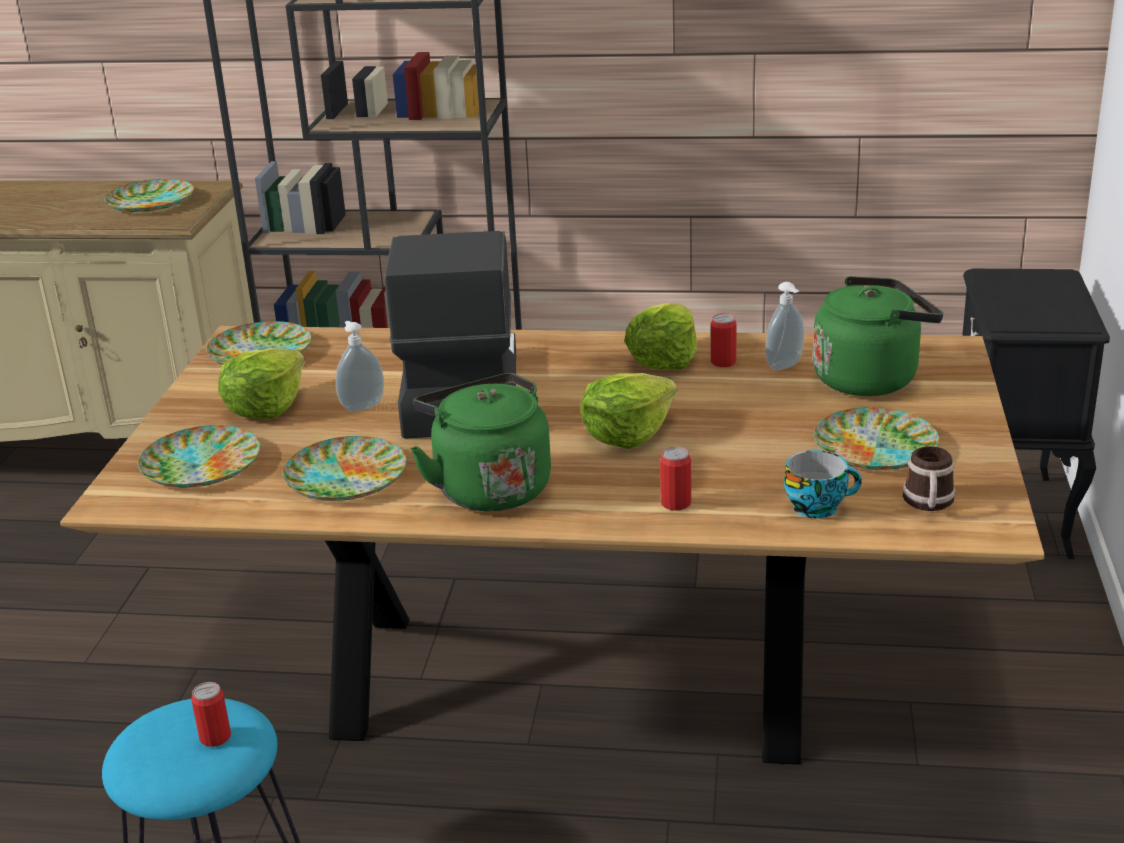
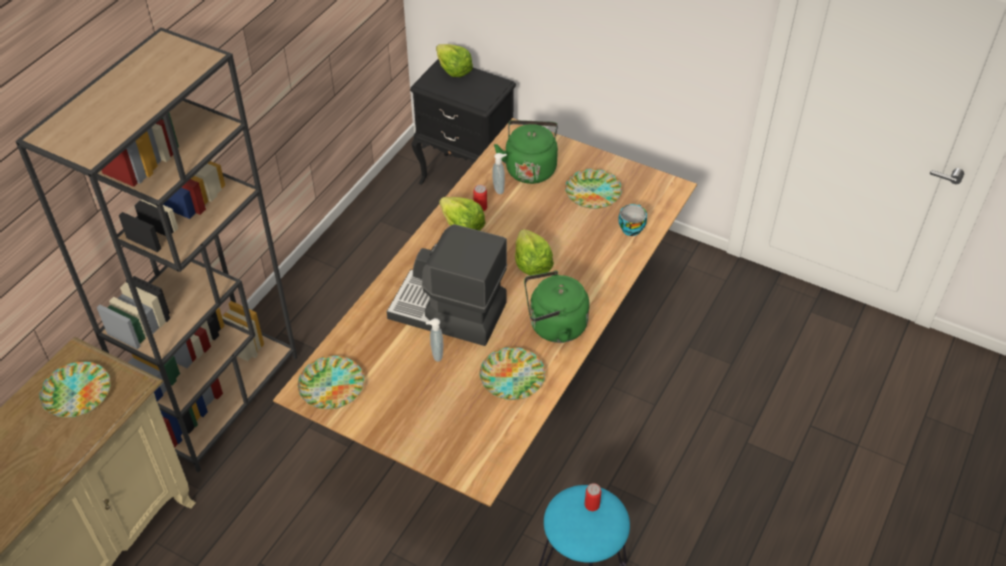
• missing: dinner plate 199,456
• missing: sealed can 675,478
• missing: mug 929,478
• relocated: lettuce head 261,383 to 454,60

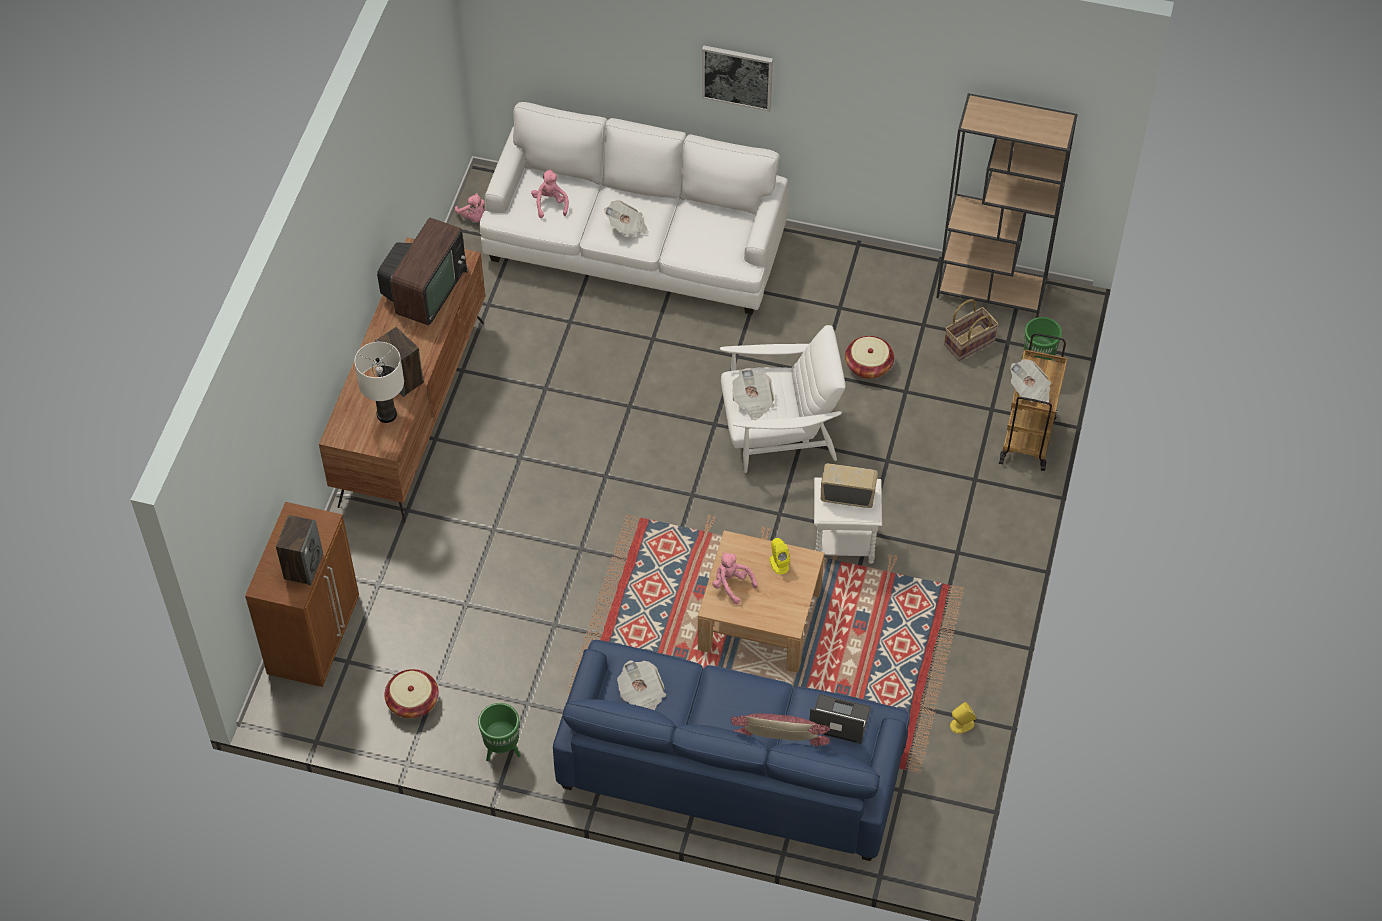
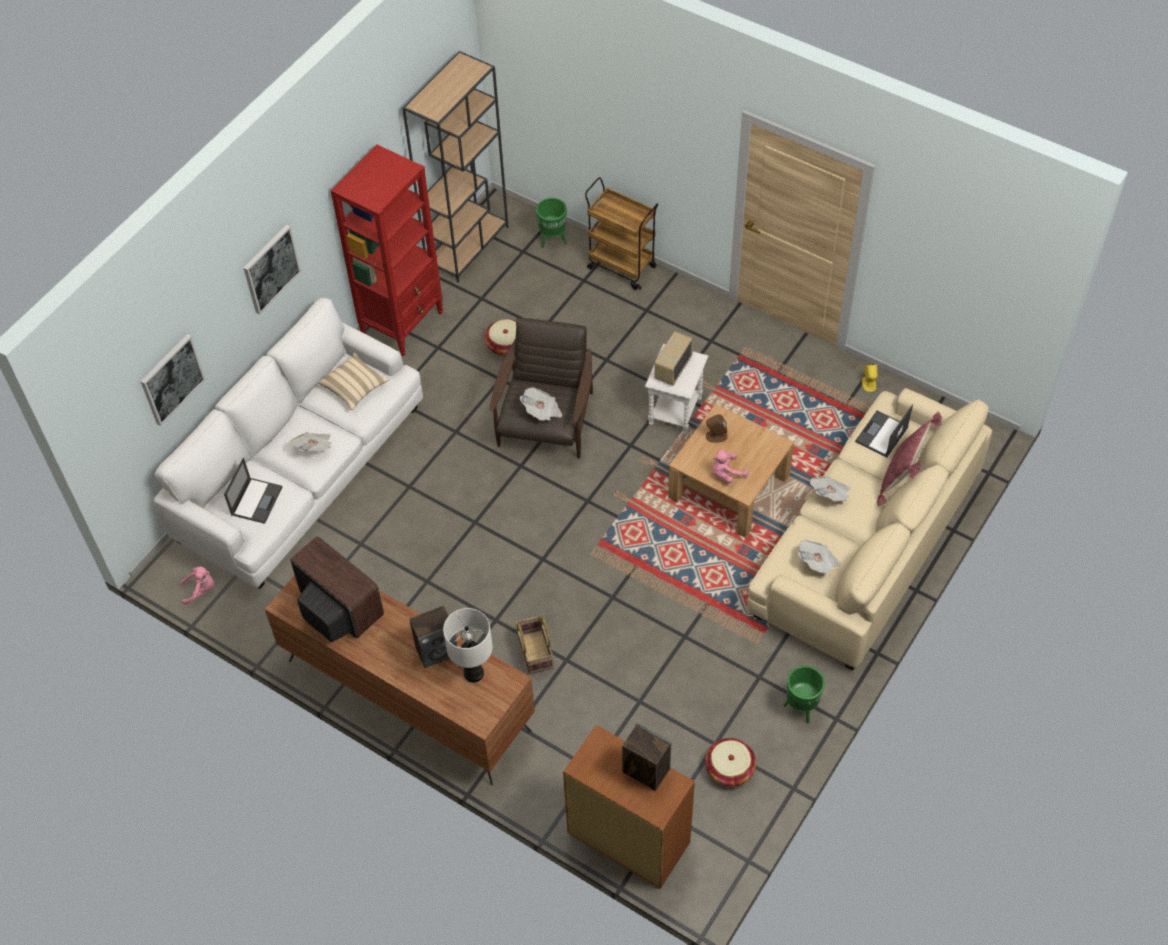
• appeared: picture 173,380
• appeared: beige throw pillow 354,381
• appeared: red bookshelf 387,250
• relocated: household basket 971,330 to 534,645
• relocated: newspaper 1031,382 to 830,488
• exchanged: pink-coloured plush toy 550,193 to notebook computer 253,491
• colour: bluish couch 731,750 to beige couch 869,529
• colour: white-coloured armchair 782,399 to brown armchair 541,388
• colour: yellow-coloured audio speaker 779,556 to brown audio speaker 717,428

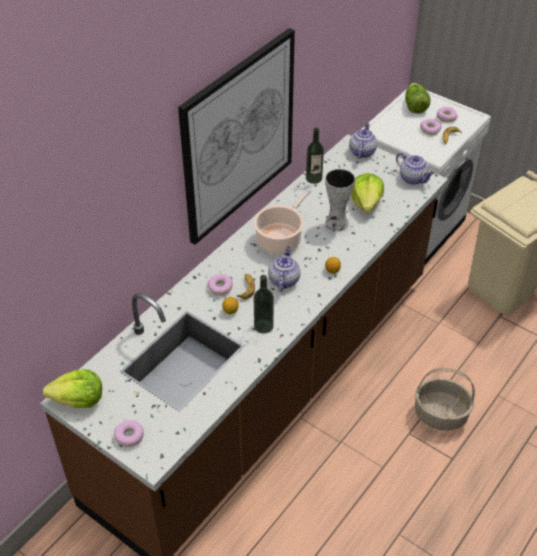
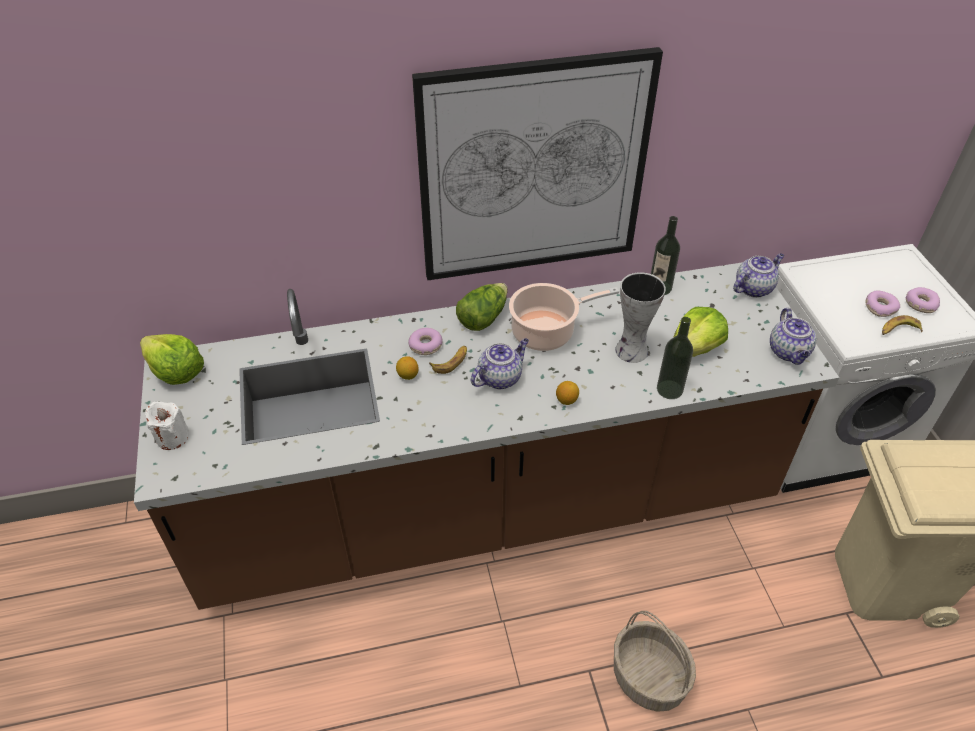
• relocated: bottle 264,304 to 675,358
• relocated: lettuce head 417,98 to 482,307
• exchanged: doughnut 129,433 to white-coloured wax light 167,425

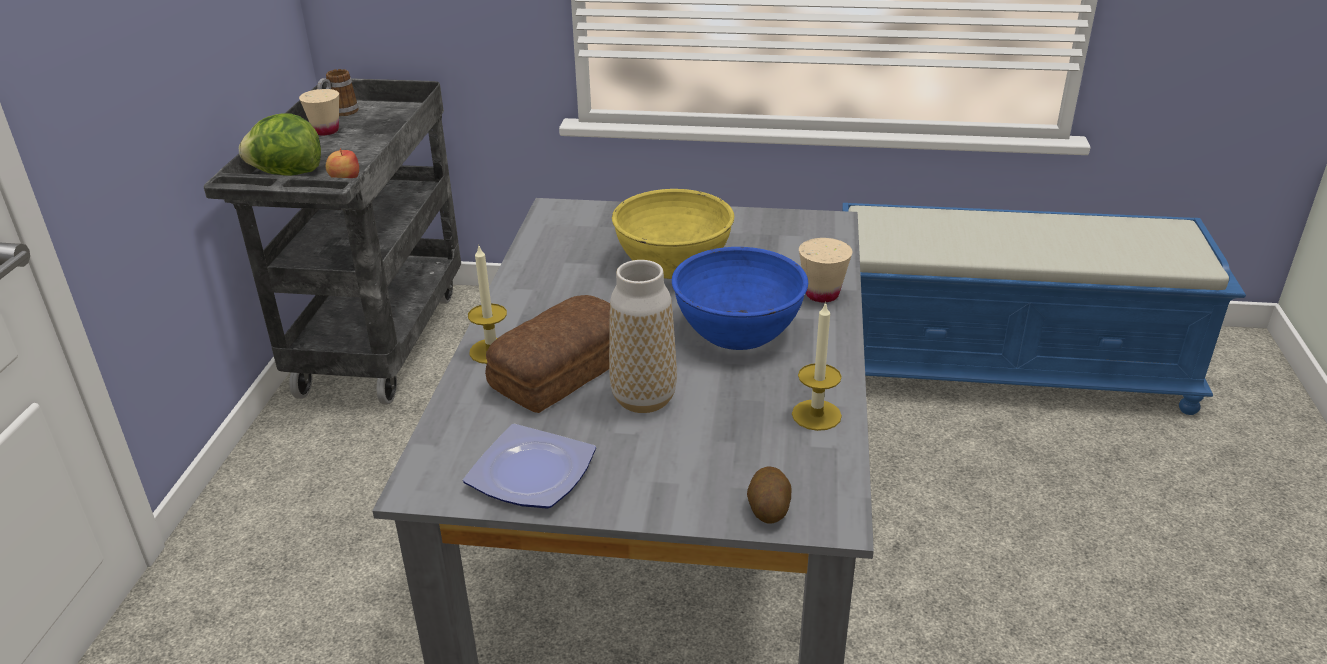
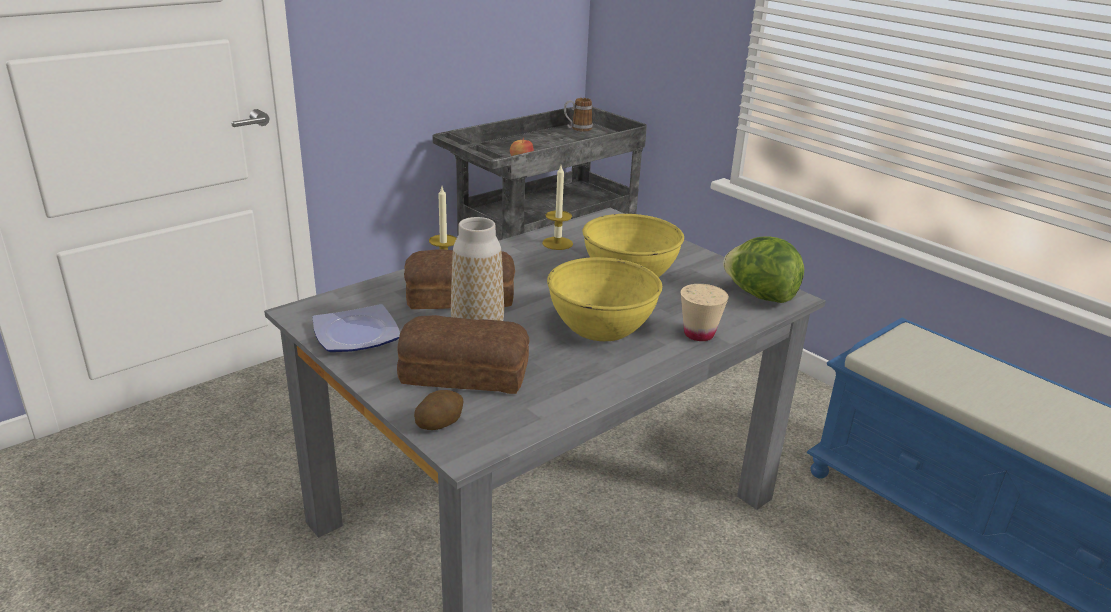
• missing: beige cup 319,112
• appeared: bread 463,354
• relocated: lettuce head 280,144 to 763,269
• relocated: wax light 817,366 to 557,207
• colour: bluish bowl 740,298 to yellow-coloured bowl 604,299

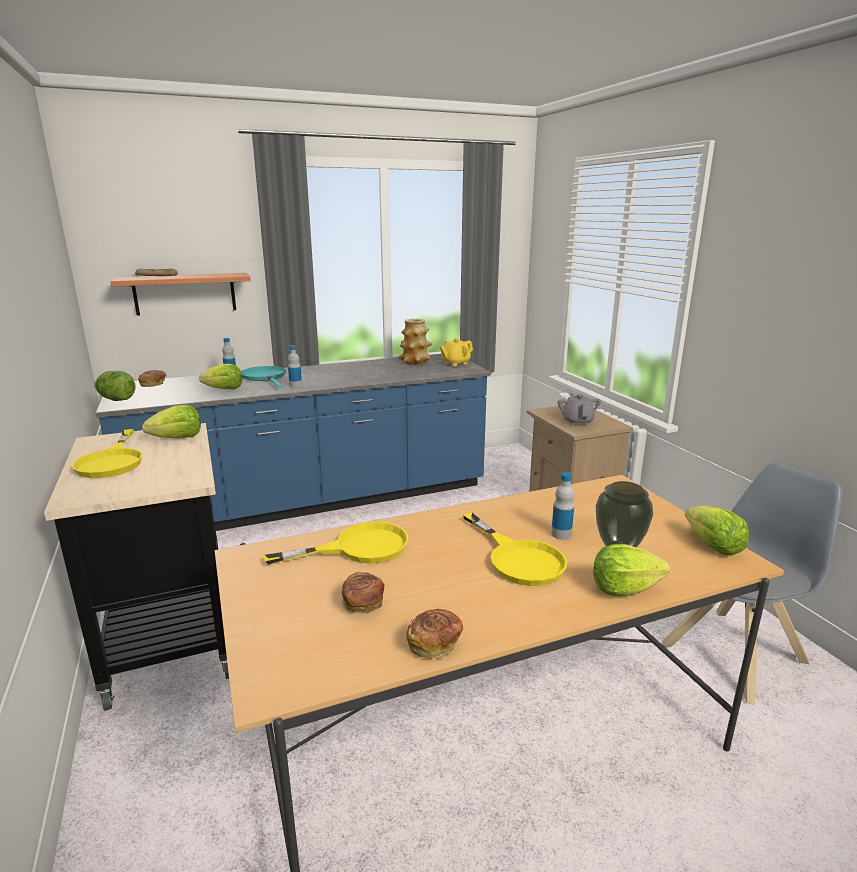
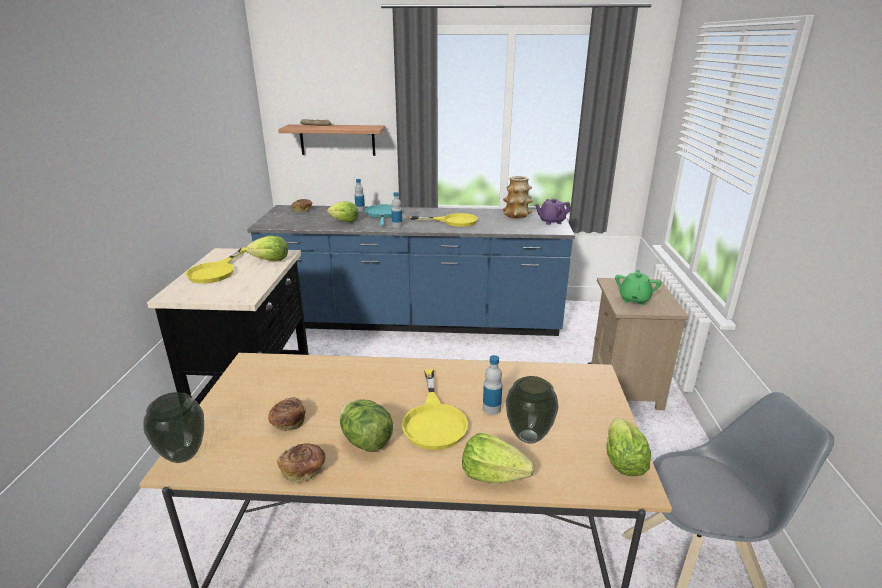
• appeared: decorative vase 174,427
• relocated: lettuce head 114,386 to 366,425
• relocated: yellow-coloured skillet 336,543 to 444,220
• colour: yellow-coloured tea pot 456,352 to purple-coloured tea pot 553,212
• colour: greyish tea pot 579,410 to green-coloured tea pot 638,287

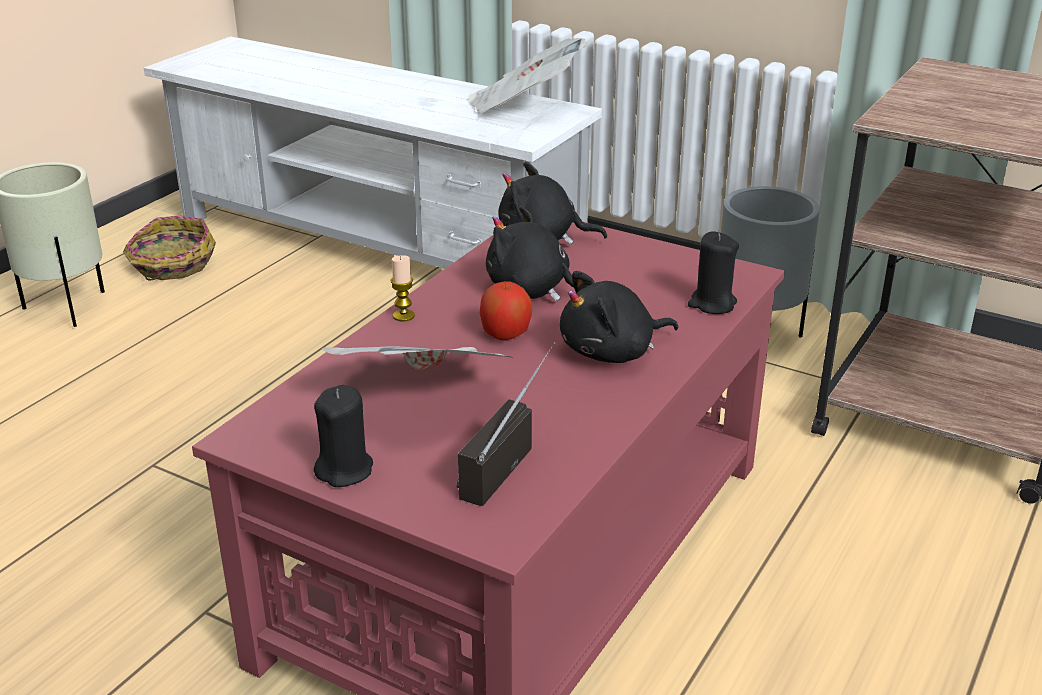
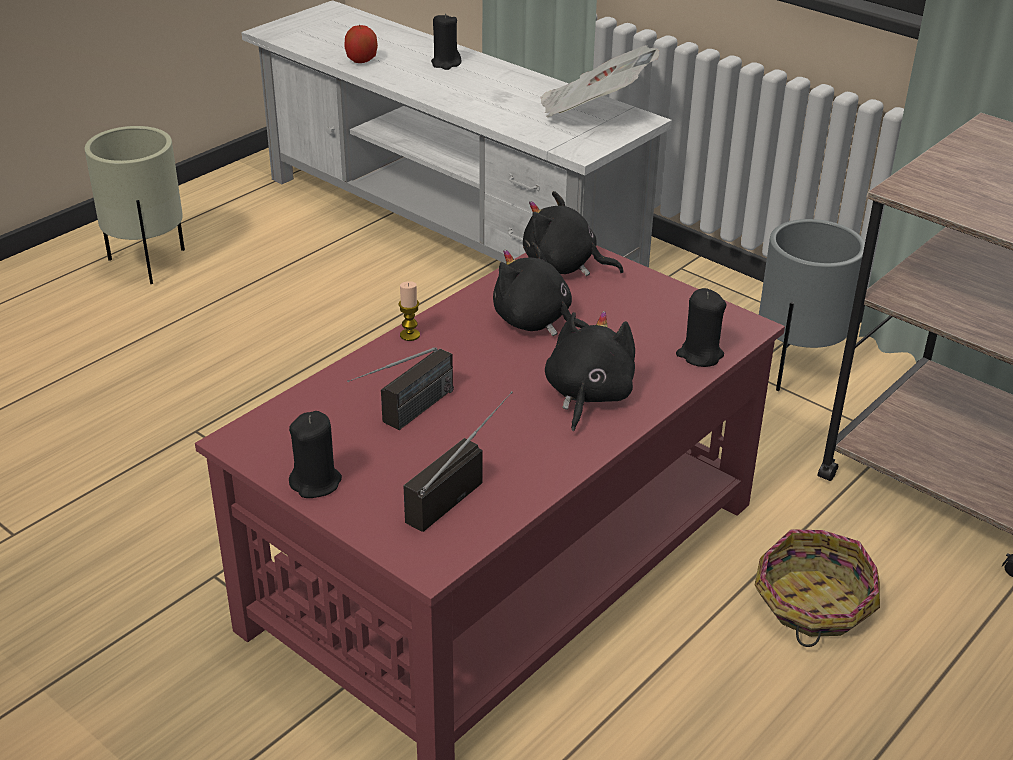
• appeared: black-coloured wax light 446,41
• relocated: household basket 169,248 to 817,588
• relocated: apple fruit 506,310 to 361,44
• exchanged: newspaper 418,359 to radio set 400,388
• spun: black-coloured plush toy 619,317 = 590,371 120 degrees clockwise

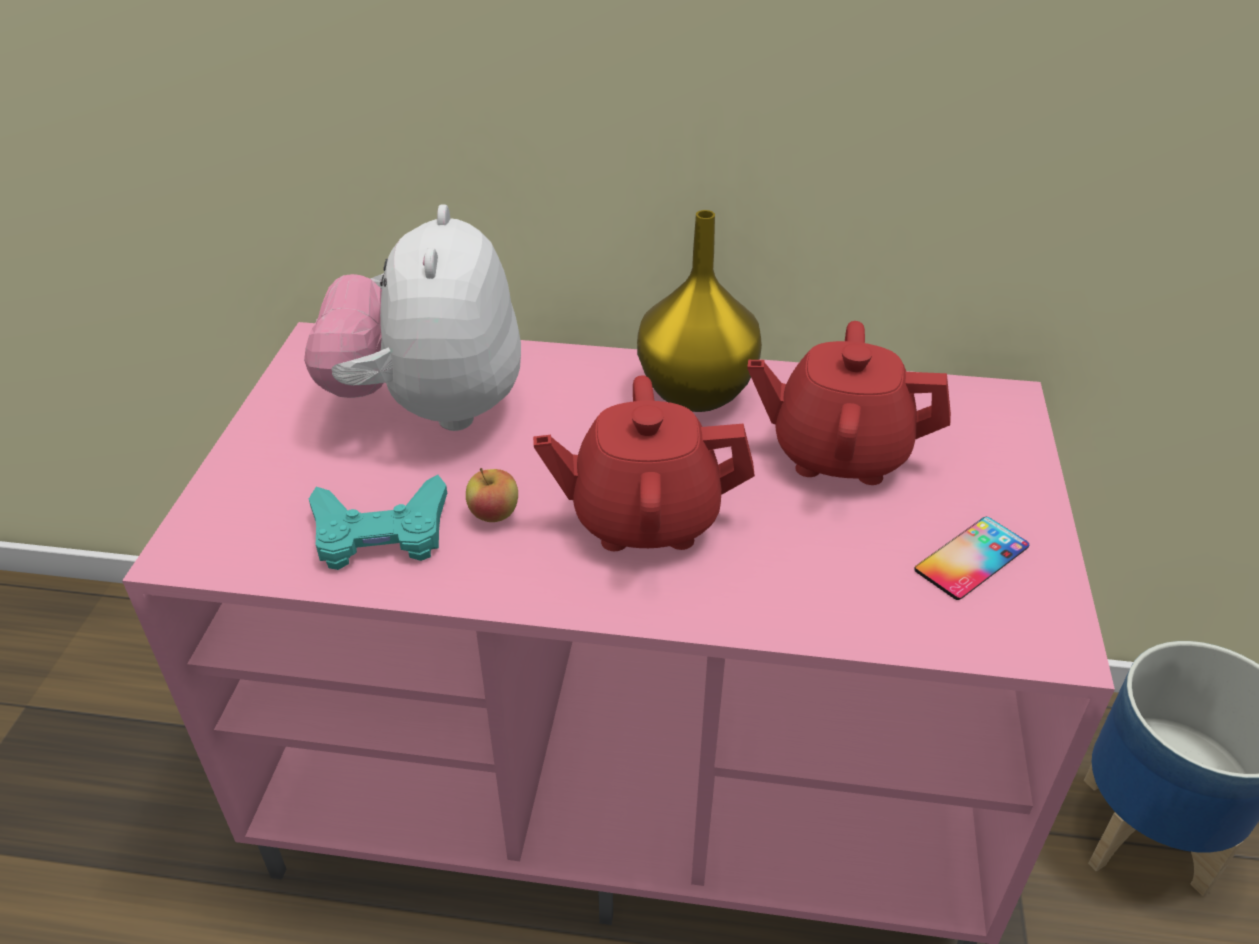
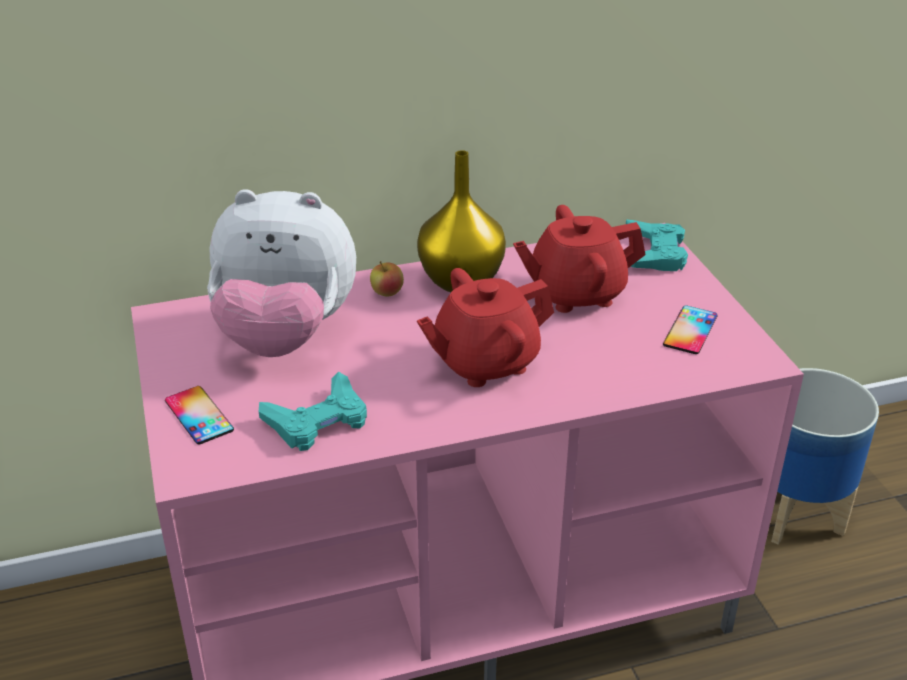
• appeared: telephone 199,415
• appeared: turquoise gamepad 657,245
• relocated: apple fruit 492,495 to 387,279
• spun: plush toy 412,317 = 281,273 60 degrees counterclockwise

